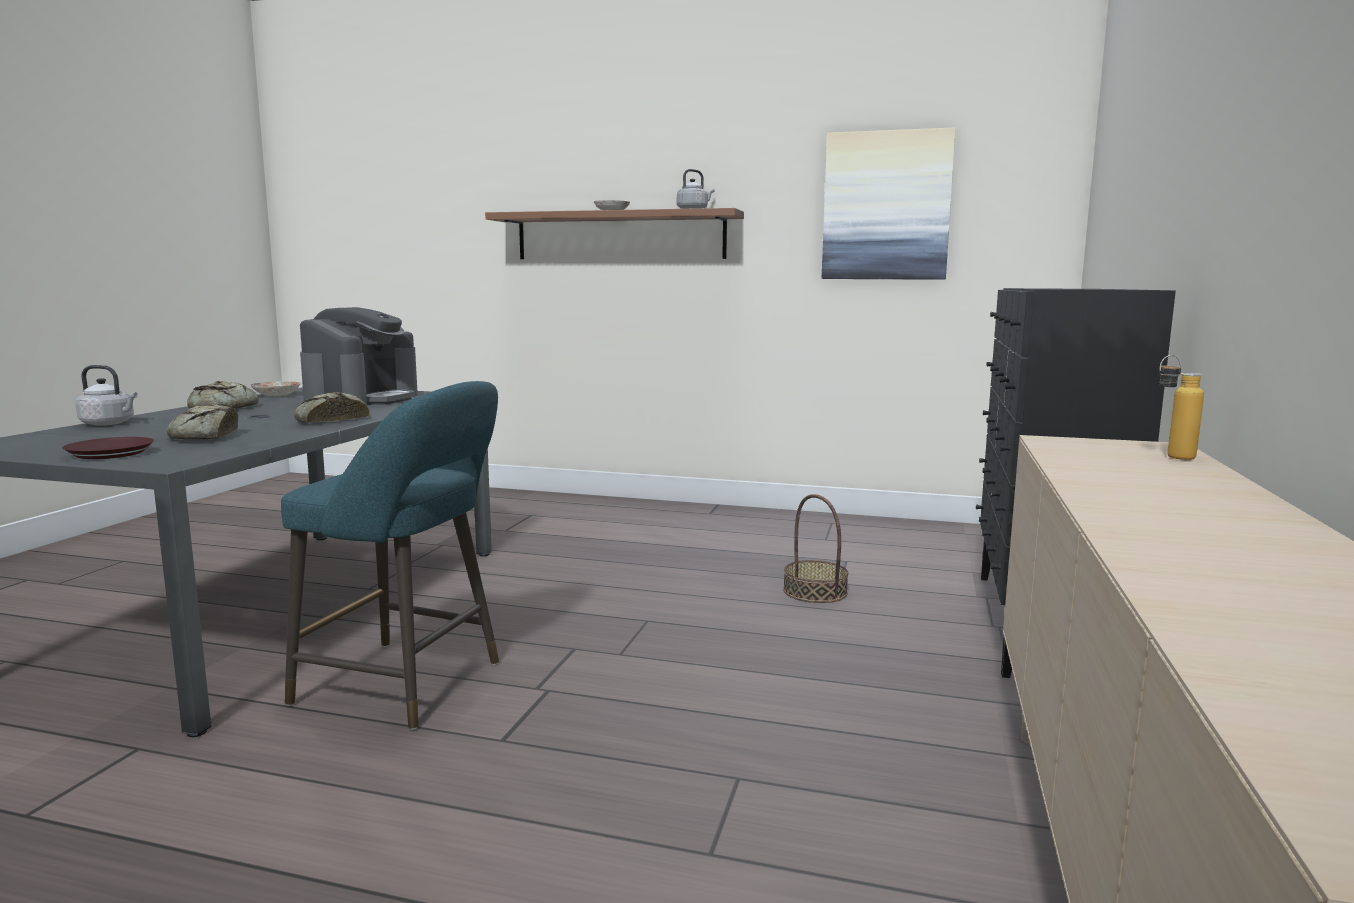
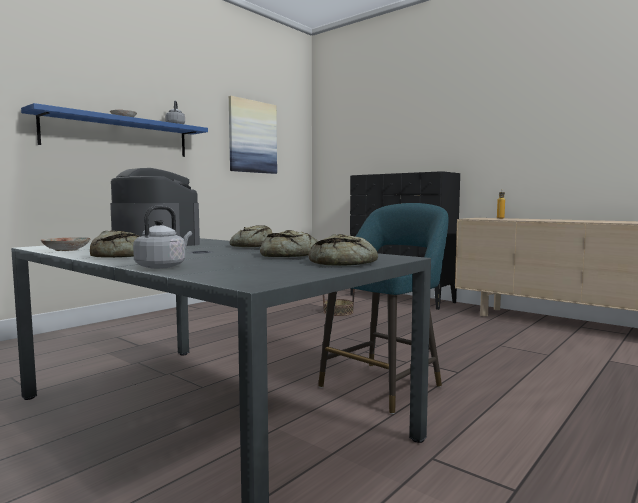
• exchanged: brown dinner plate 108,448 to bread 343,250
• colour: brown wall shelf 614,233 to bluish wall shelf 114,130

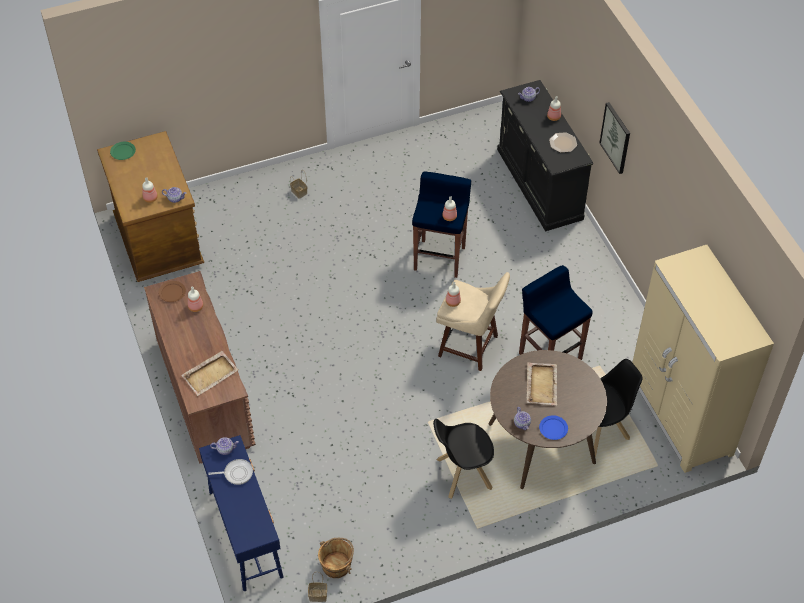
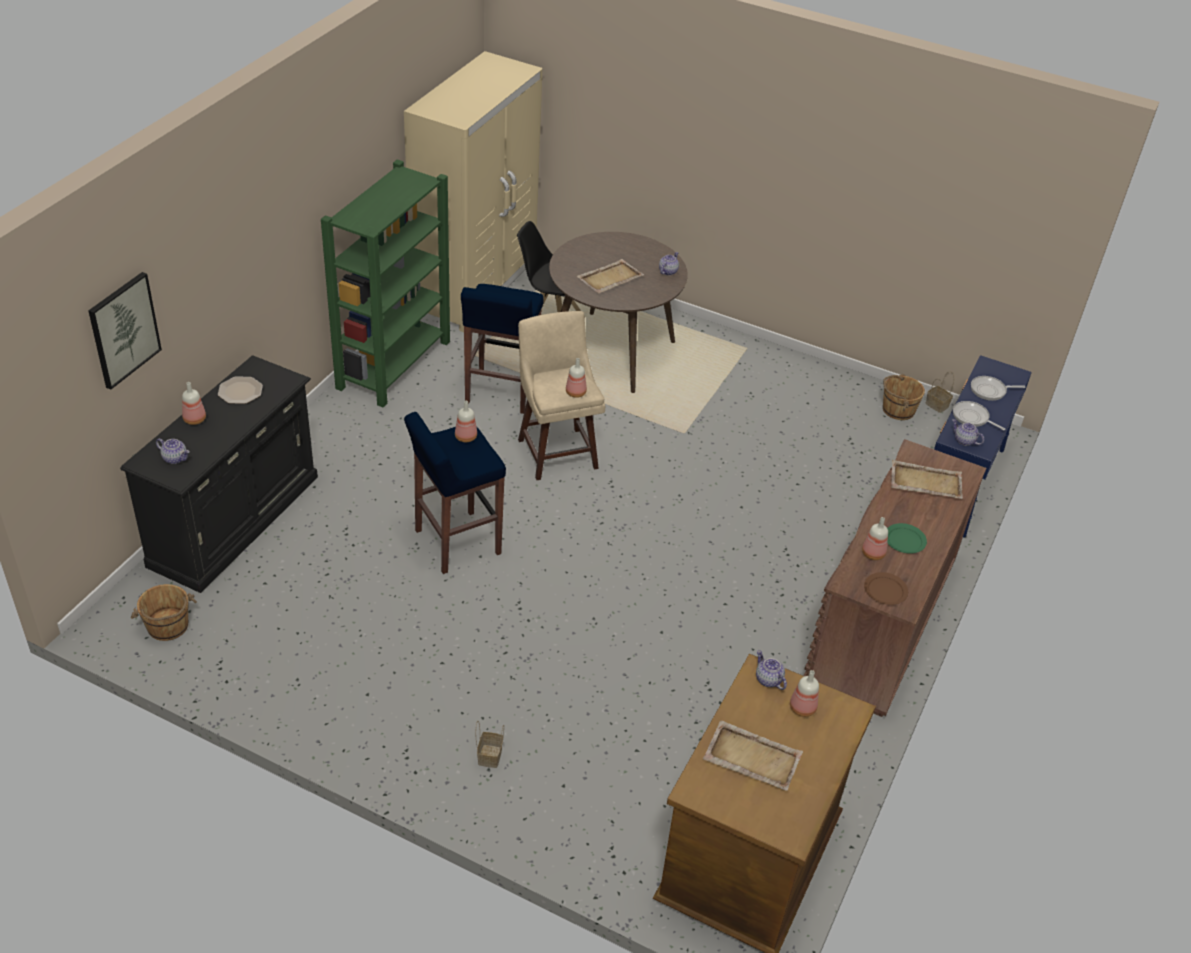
• missing: black-coloured plain chair 463,459
• missing: bluish dinner plate 553,427
• appeared: brown water bucket 164,612
• appeared: green-coloured bookshelf 385,283
• appeared: beige tray 753,755
• appeared: skillet 998,388
• relocated: green-coloured dinner plate 123,151 to 907,538
• relocated: picture 615,138 to 125,331

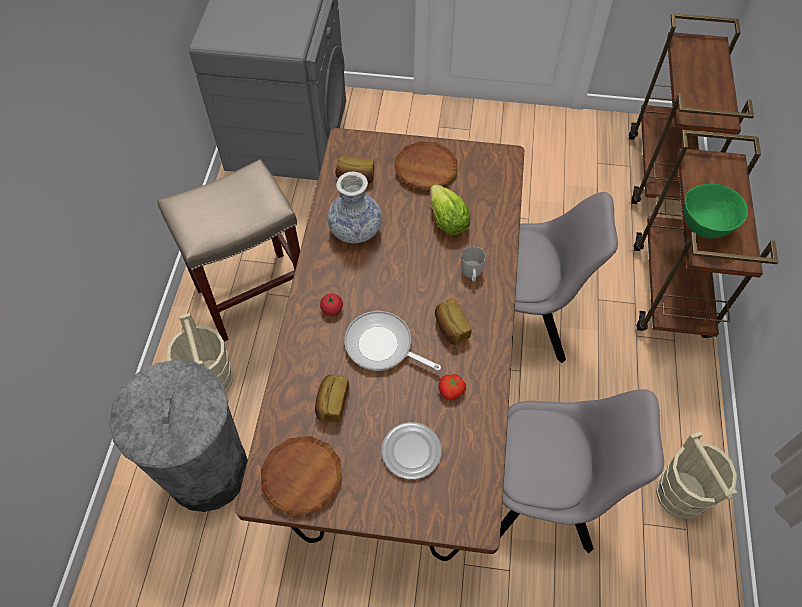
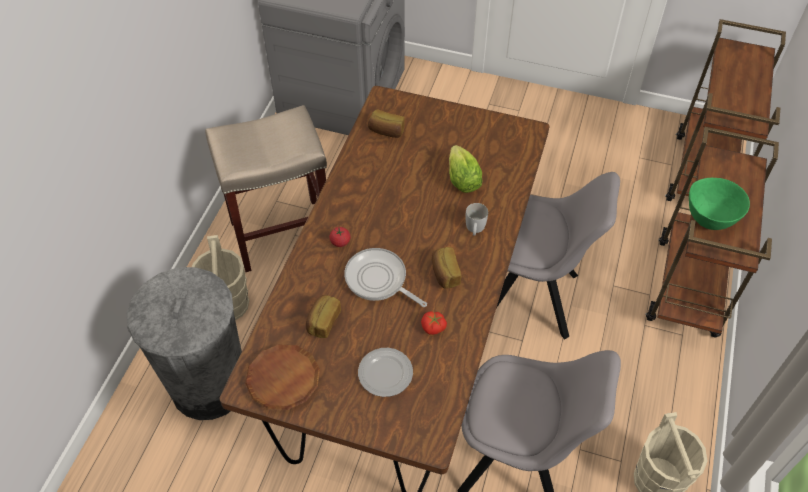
• missing: decorative vase 355,207
• missing: brown dinner plate 426,165

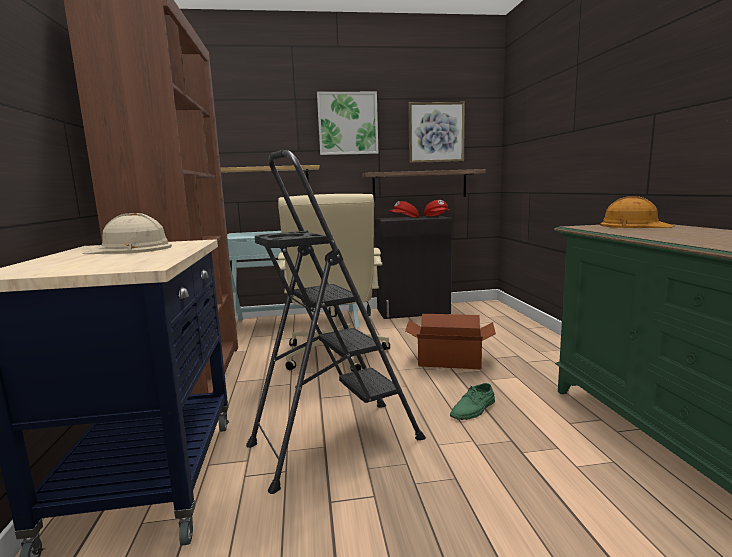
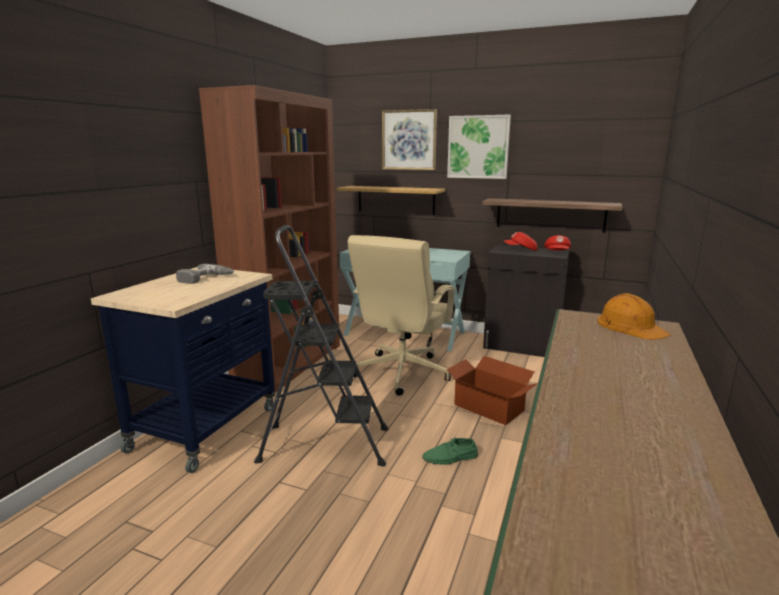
• relocated: picture 436,132 to 409,139
• exchanged: beige work helmet 127,233 to power drill 205,274

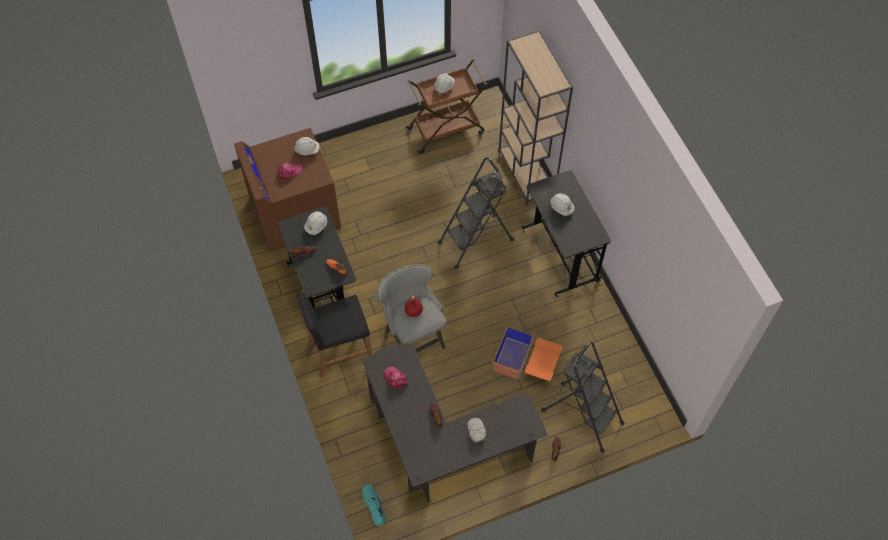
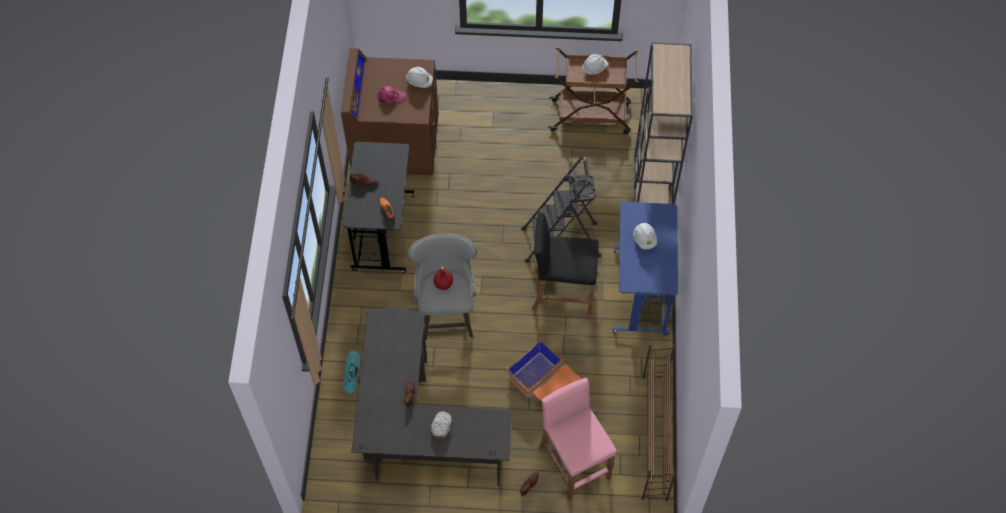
• missing: white-coloured work helmet 315,223
• missing: pink-coloured peaked cap 396,378
• appeared: brown shoe stand 659,422
• relocated: black-coloured stool seat 334,334 to 565,264
• relocated: turquoise high-top boot 374,505 to 352,372
• exchanged: step ladder 582,397 to pink-coloured stool seat 578,439
• colour: black-coloured desk 566,233 to bluish desk 645,269

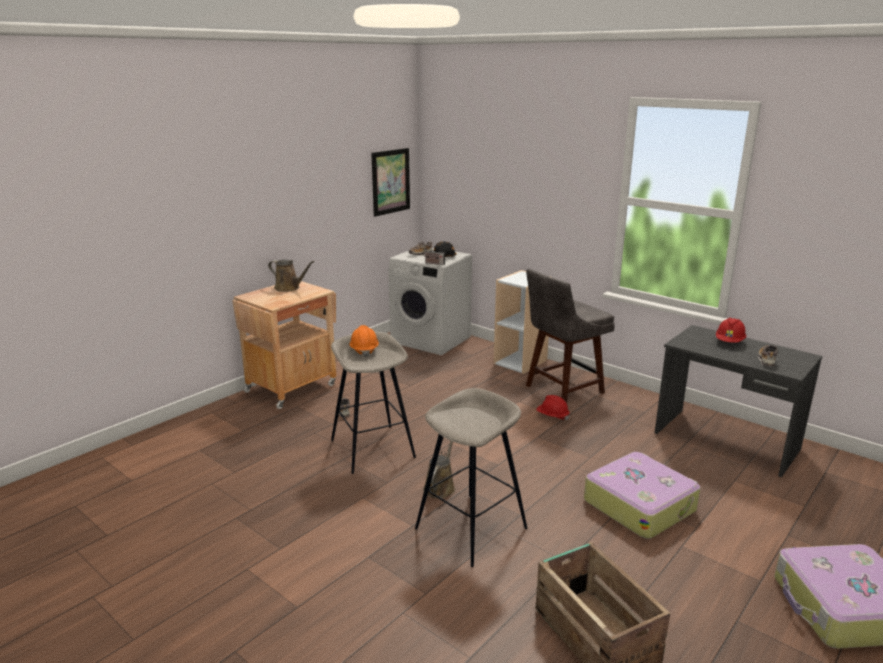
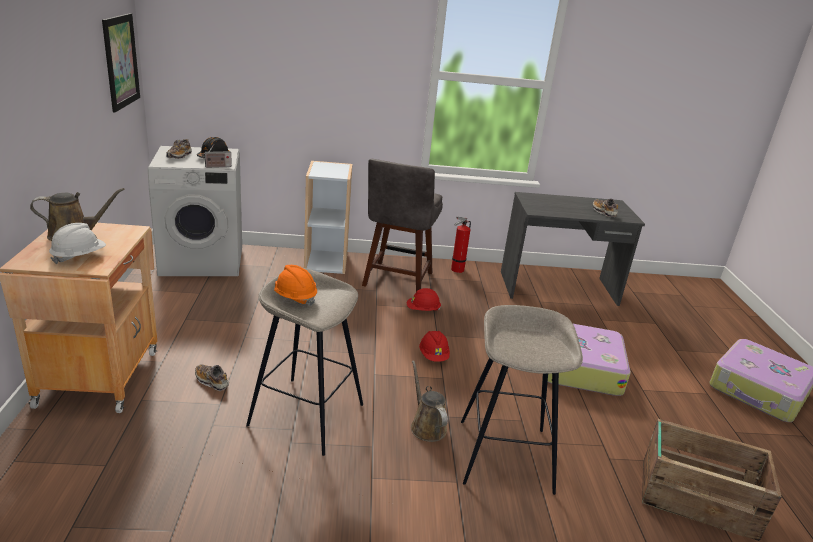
• appeared: white-coloured work helmet 77,243
• appeared: fire extinguisher 461,245
• relocated: red work helmet 731,330 to 434,346

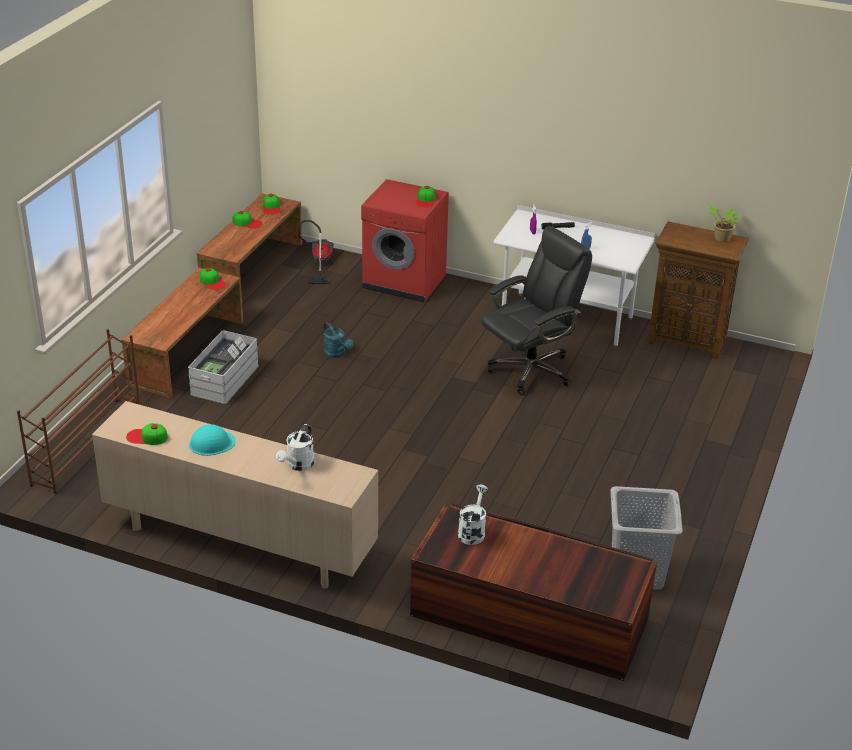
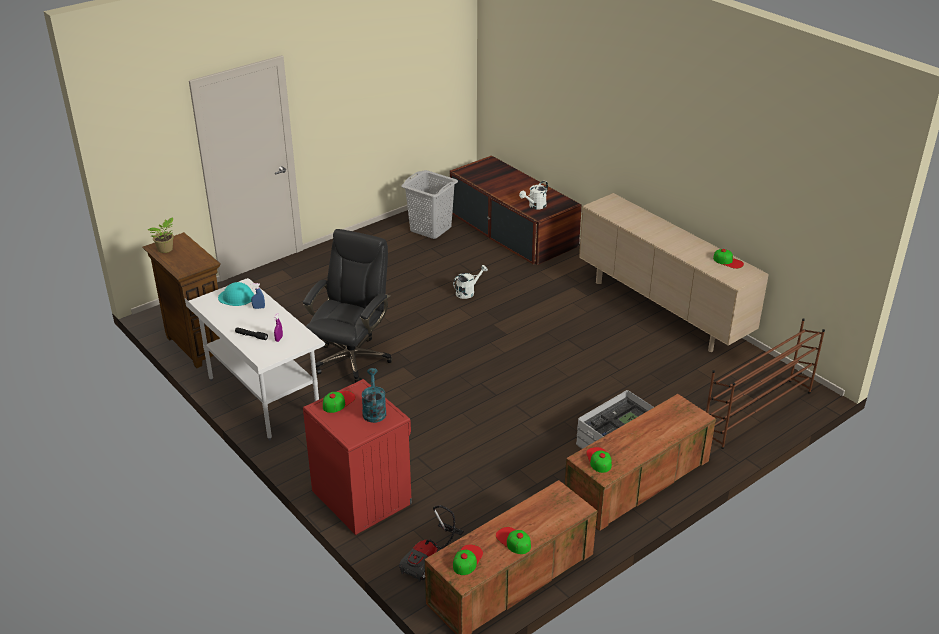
• relocated: turquoise work helmet 212,440 to 236,294
• relocated: white-coloured sprinkling can 295,447 to 470,282
• relocated: turquoise sprinkling can 339,340 to 374,395
• spun: black-coloured computer chair 536,311 = 347,306 120 degrees clockwise

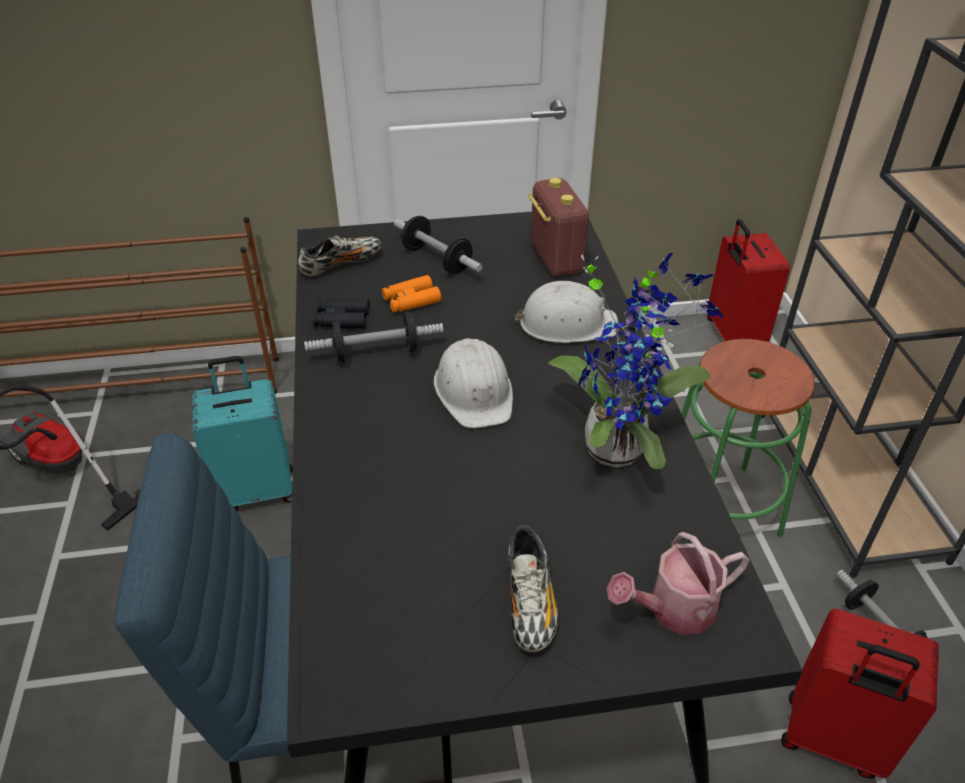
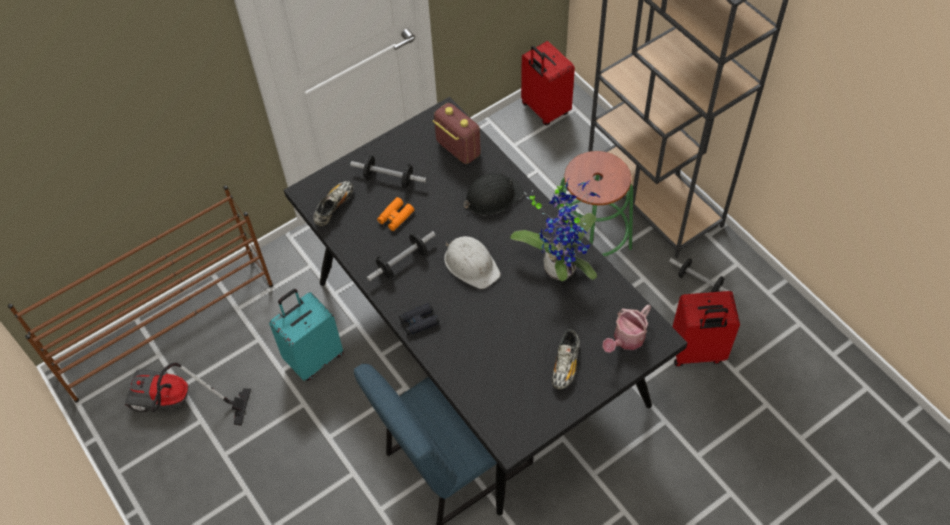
• relocated: black-coloured binoculars 341,314 to 419,319
• colour: white-coloured work helmet 566,312 to black-coloured work helmet 494,194
• spun: low shoe 533,589 = 566,359 45 degrees clockwise

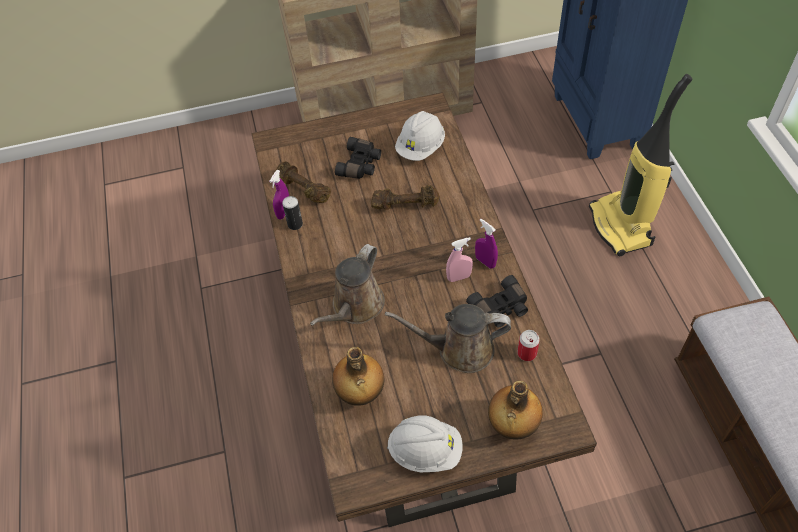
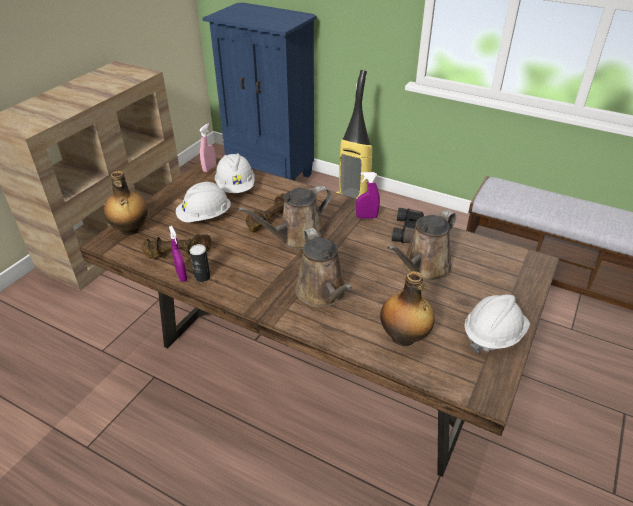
• missing: sealed can 528,345
• appeared: brown sprinkling can 285,217
• relocated: pink-coloured sprayer 459,259 to 207,147
• relocated: bottle 515,410 to 126,203
• exchanged: black-coloured binoculars 358,158 to white-coloured work helmet 203,202

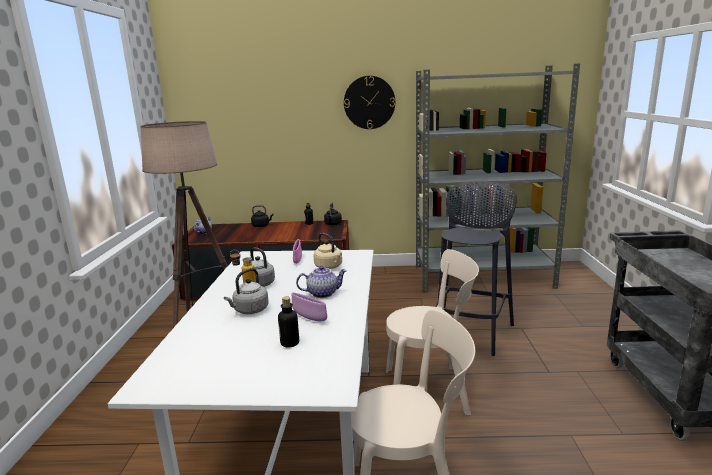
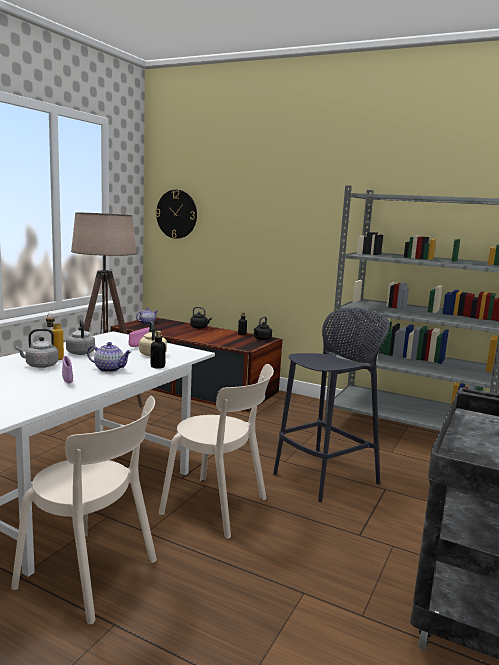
• relocated: bottle 288,322 to 158,350
• relocated: clock on the wall 369,102 to 176,214

